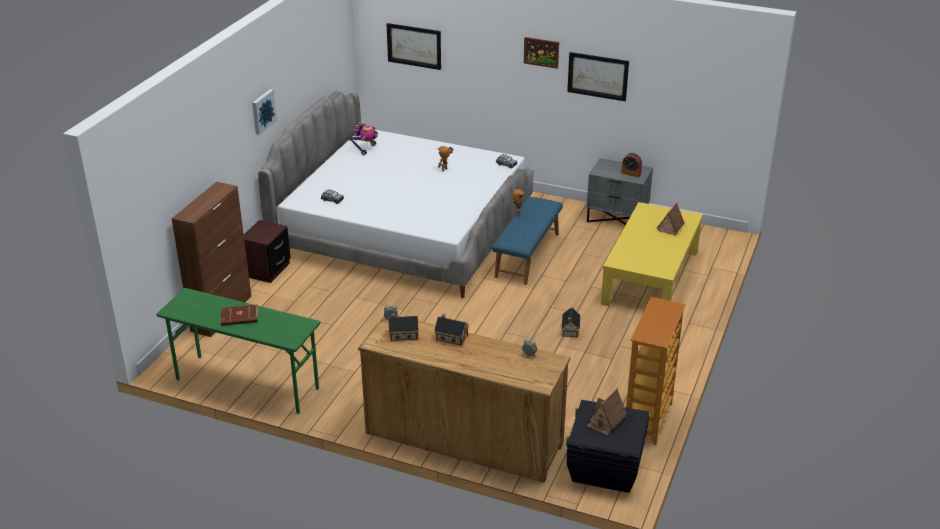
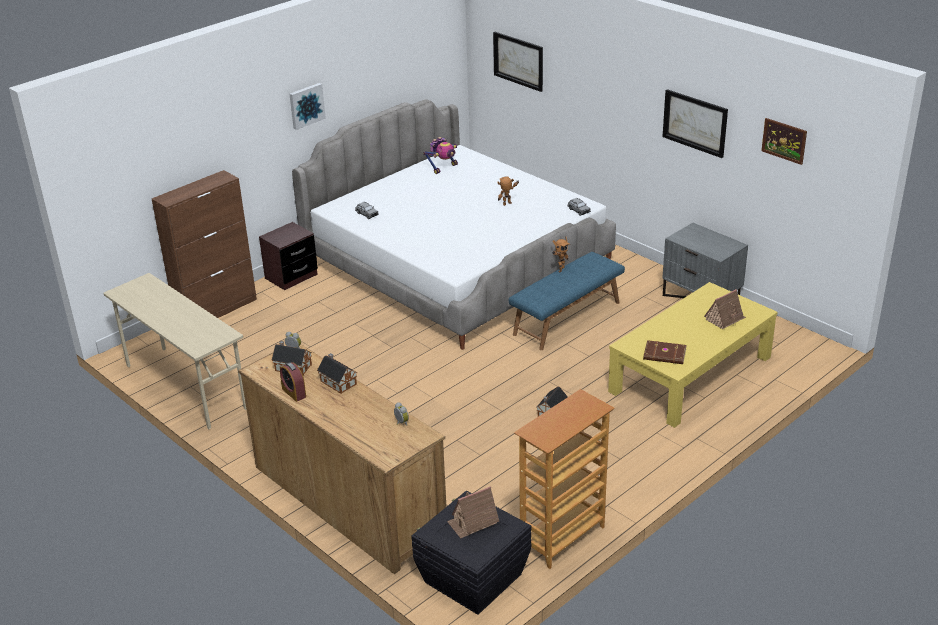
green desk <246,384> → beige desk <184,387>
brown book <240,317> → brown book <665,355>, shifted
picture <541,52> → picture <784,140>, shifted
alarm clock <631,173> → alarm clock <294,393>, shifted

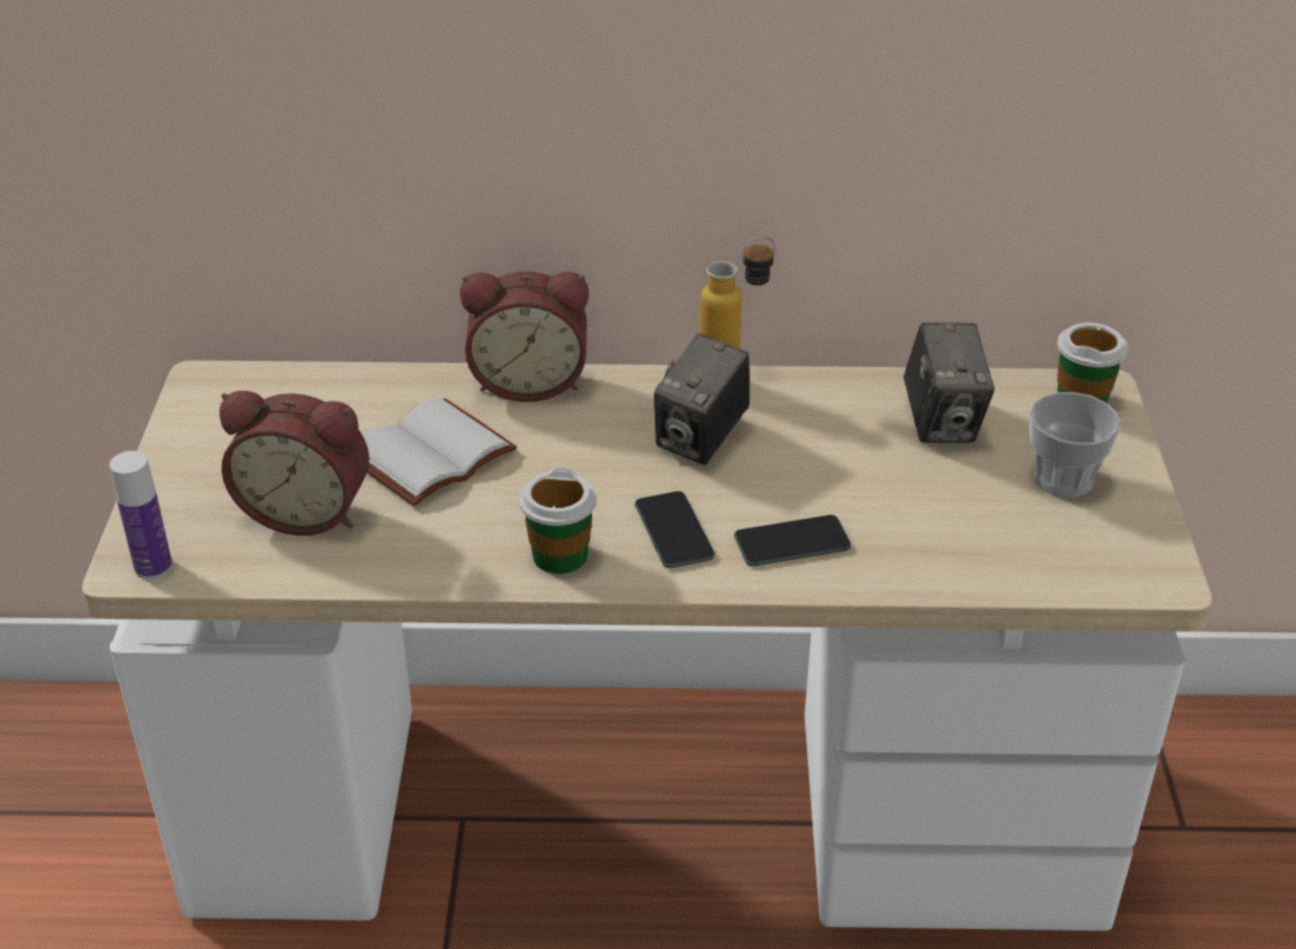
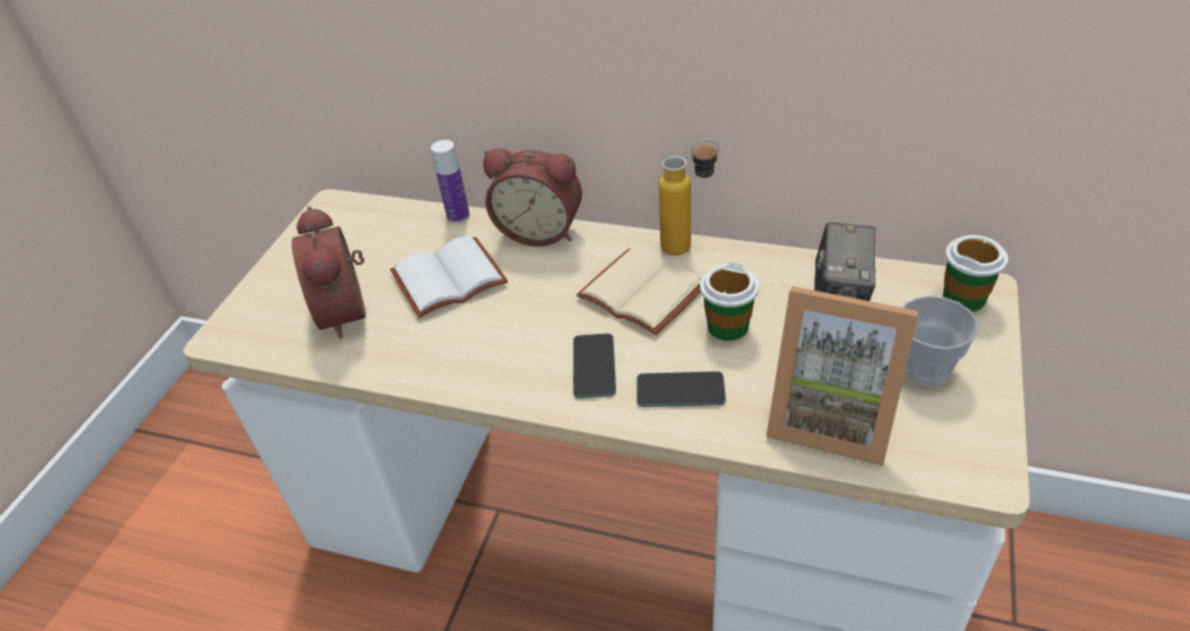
bottle <153,567> → bottle <458,216>, shifted
alarm clock <307,510> → alarm clock <349,311>, 45 degrees clockwise
cup <560,556> → cup <727,326>, shifted
photo camera <701,439> → beige book <645,292>
- → picture frame <831,417>

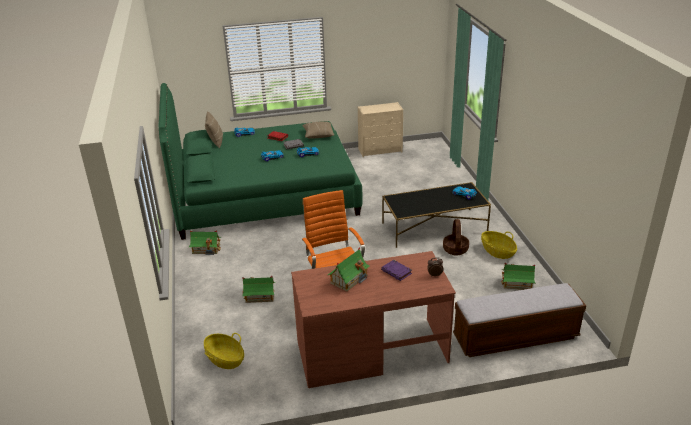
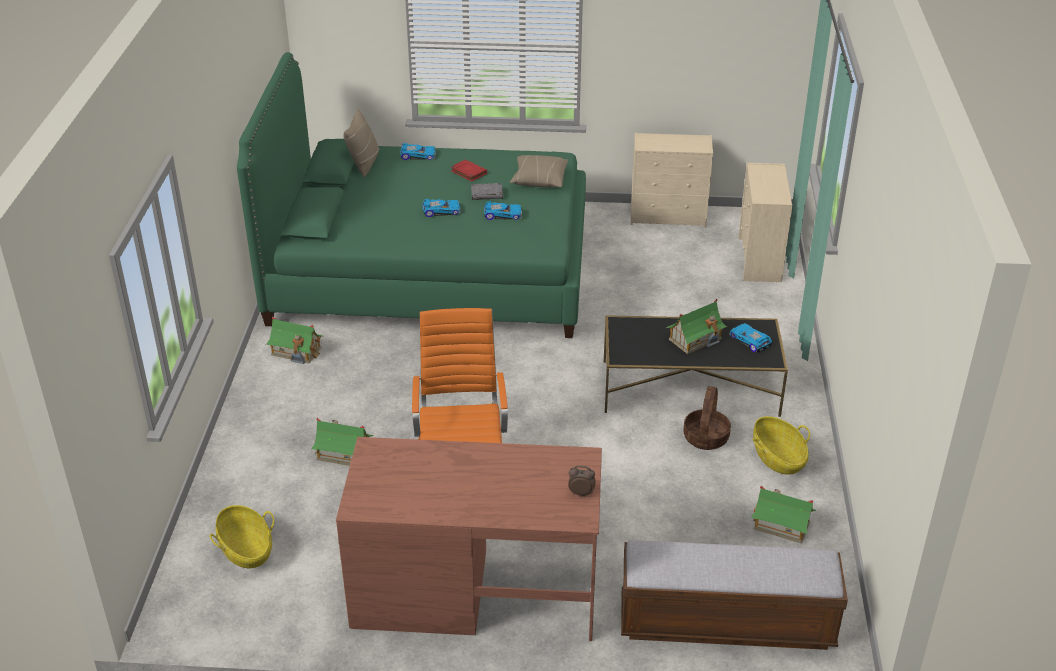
toy house <349,279> → toy house <695,339>, shifted
purple book <397,272> → -
- → beige dresser <759,260>

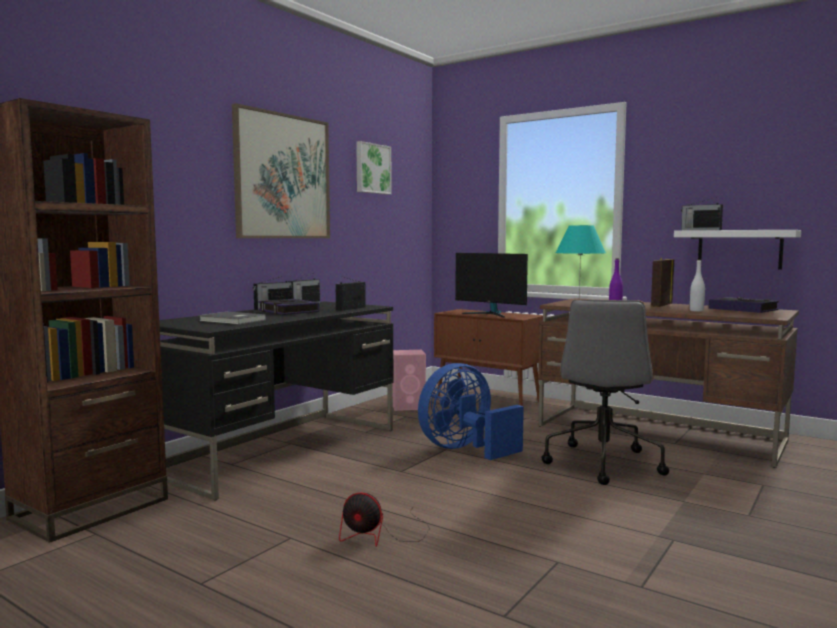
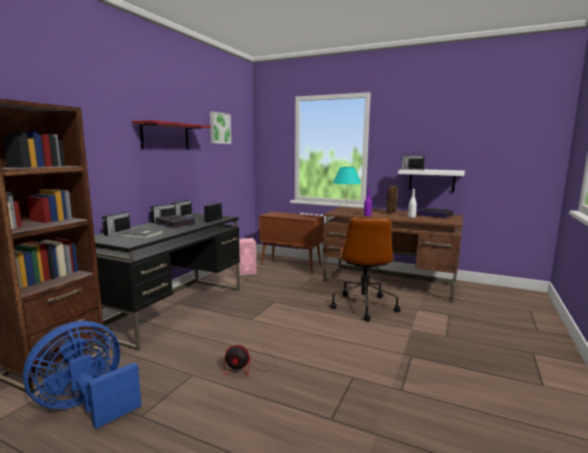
picture <283,177> → red shelf <165,136>
blue fan <465,449> → blue fan <87,405>, shifted
monitor <490,314> → -
grey office chair <602,463> → brown office chair <363,306>
- → radio <117,233>

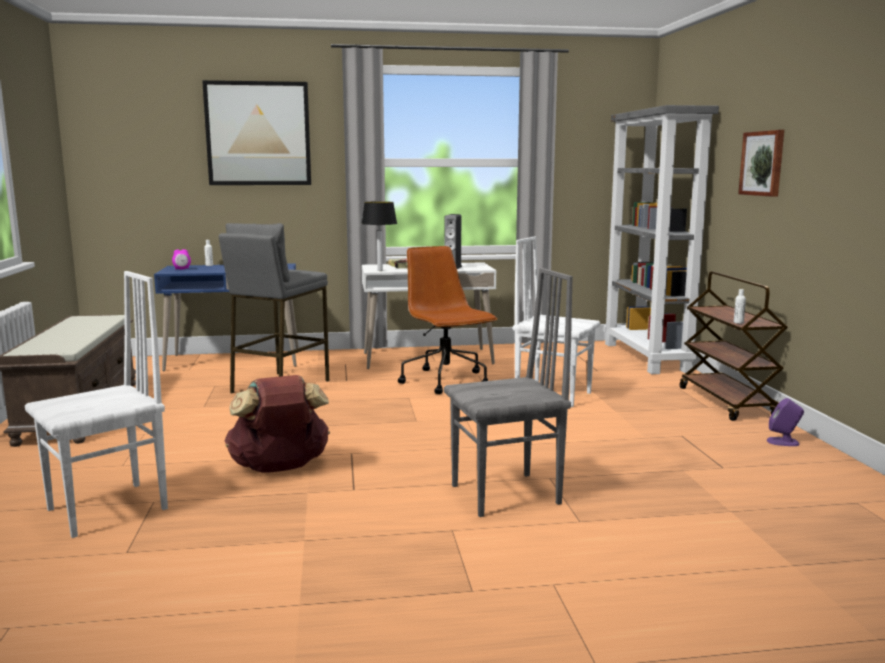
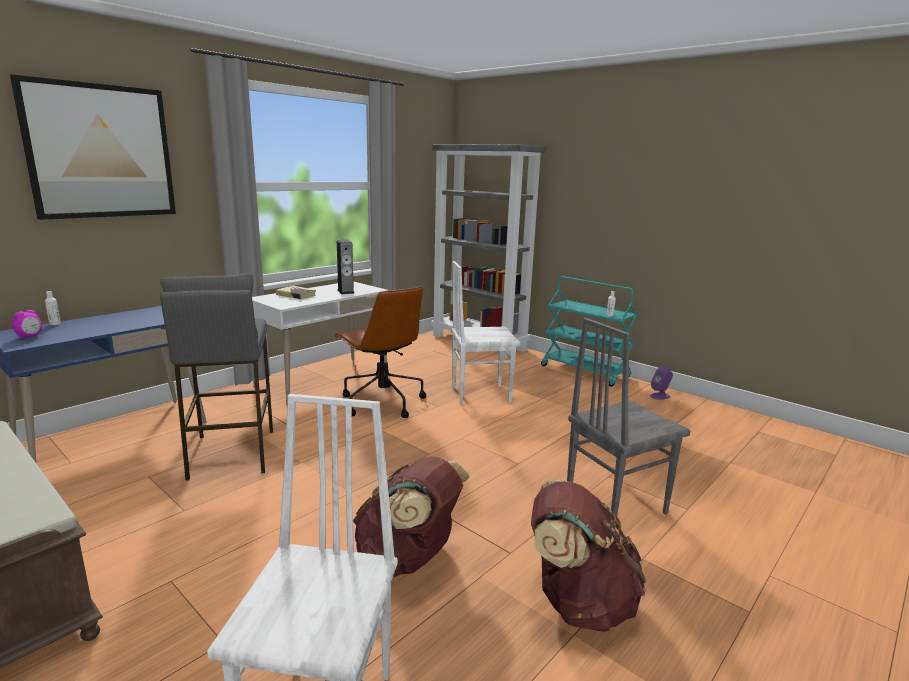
table lamp <379,270> → -
brown office chair <446,381> → brown office chair <381,402>, 150 degrees counterclockwise
grey chair <507,495> → grey chair <613,505>, 150 degrees counterclockwise
brown cart <727,403> → turquoise cart <585,372>
picture <763,163> → -
- → brown backpack <578,602>

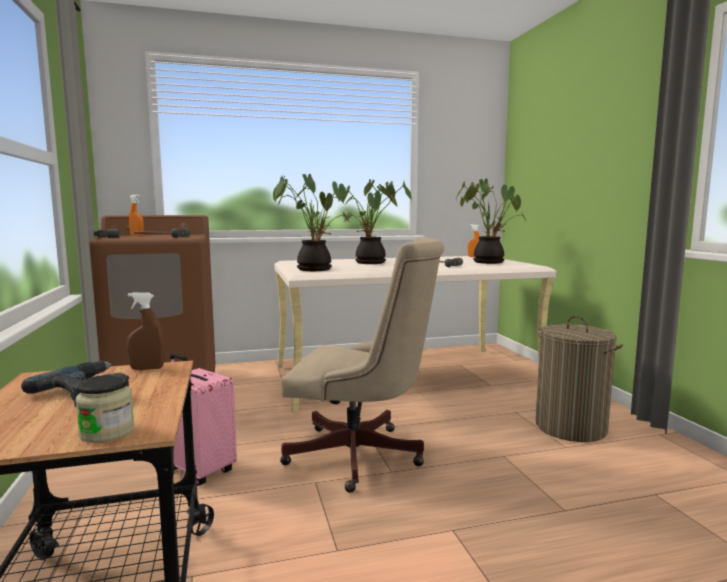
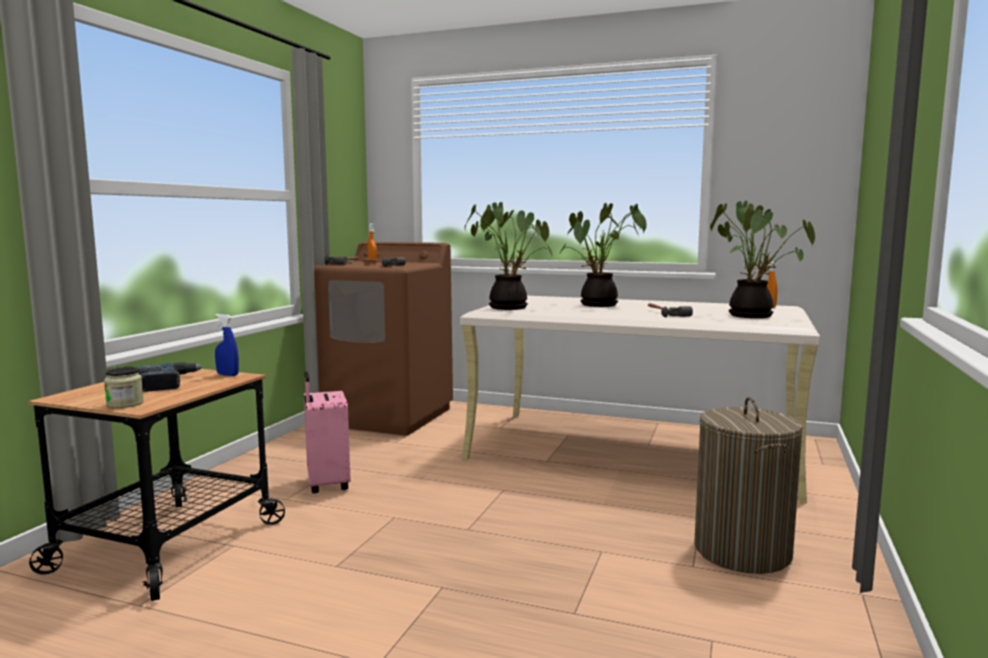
brown spray bottle <147,368> → blue spray bottle <227,375>
beige office chair <362,457> → -

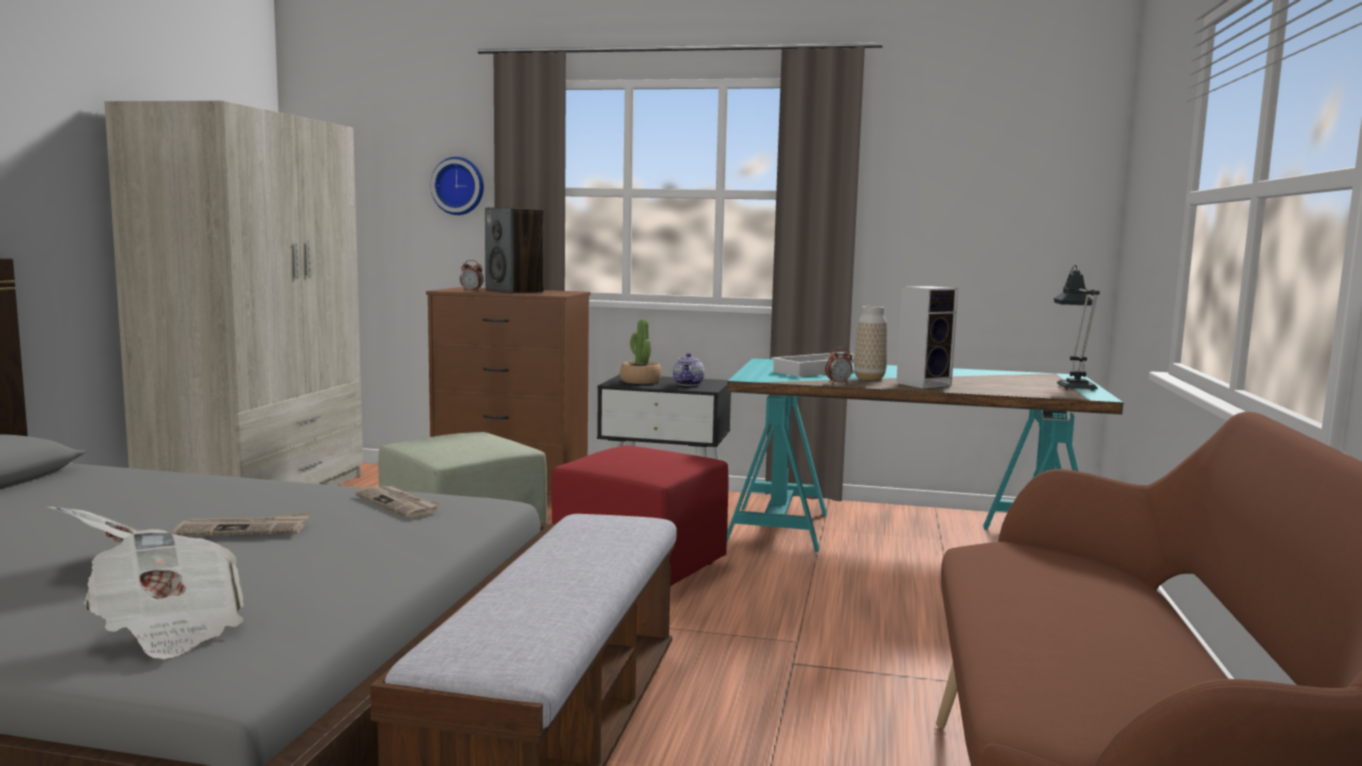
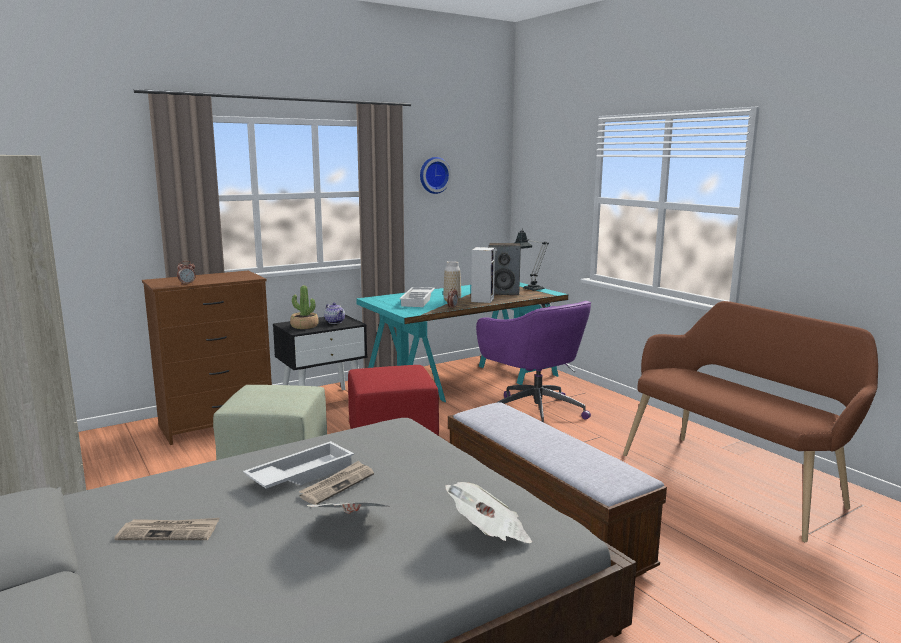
newspaper <399,504> → newspaper <169,532>, shifted
wall clock <459,186> → wall clock <433,175>, shifted
speaker <515,291> → speaker <504,292>, shifted
- → white tray <300,474>
- → purple office chair <534,411>

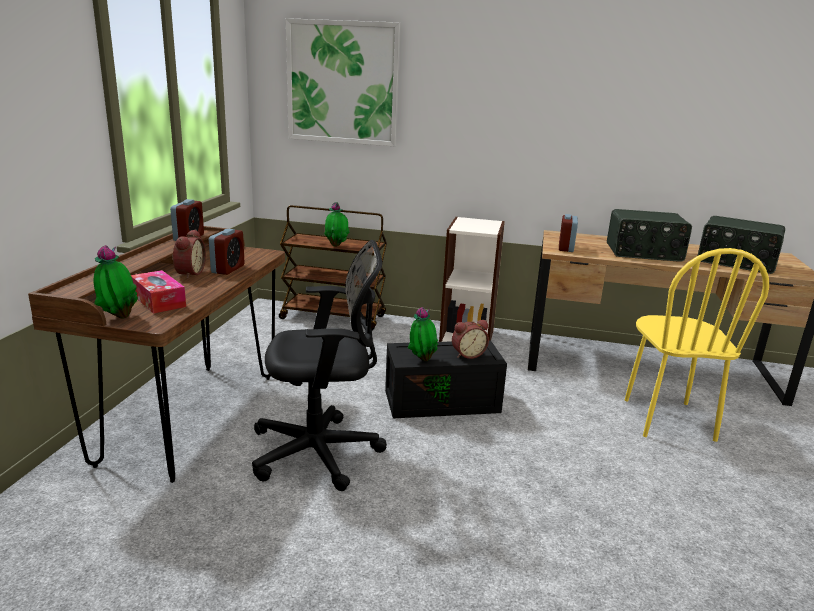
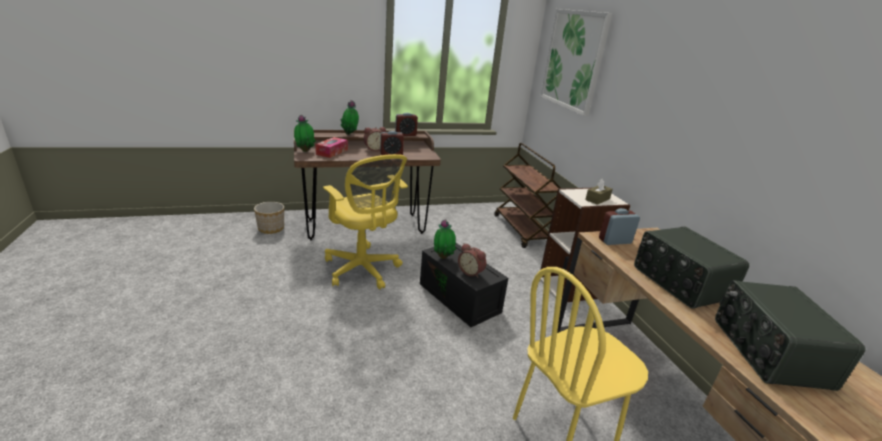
black office chair <322,453> → yellow office chair <363,270>
potted plant <336,245> → potted plant <350,134>, shifted
- → planter <271,228>
- → brown tissue box <597,199>

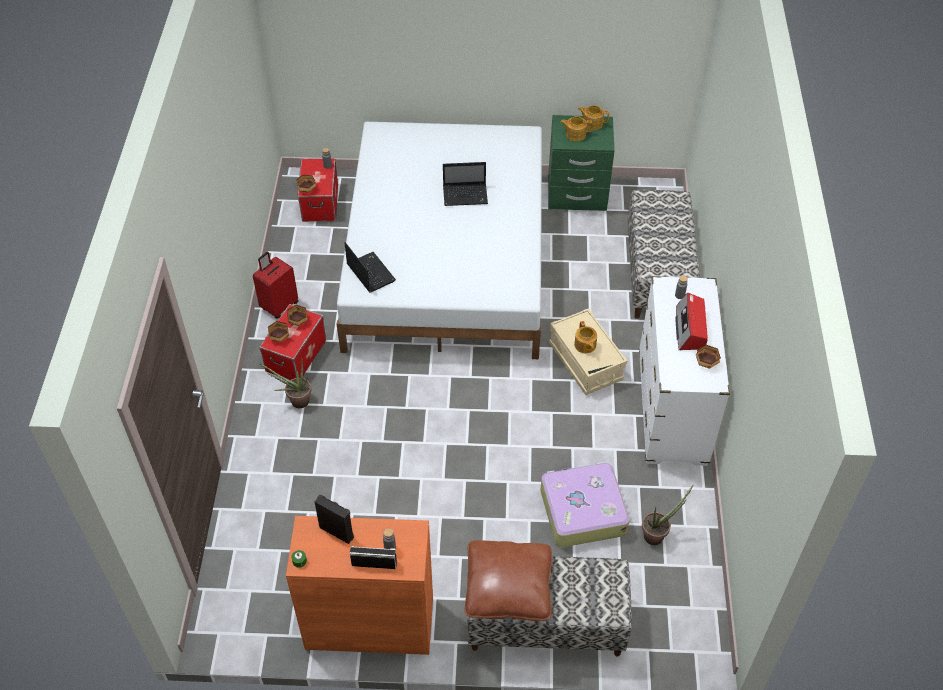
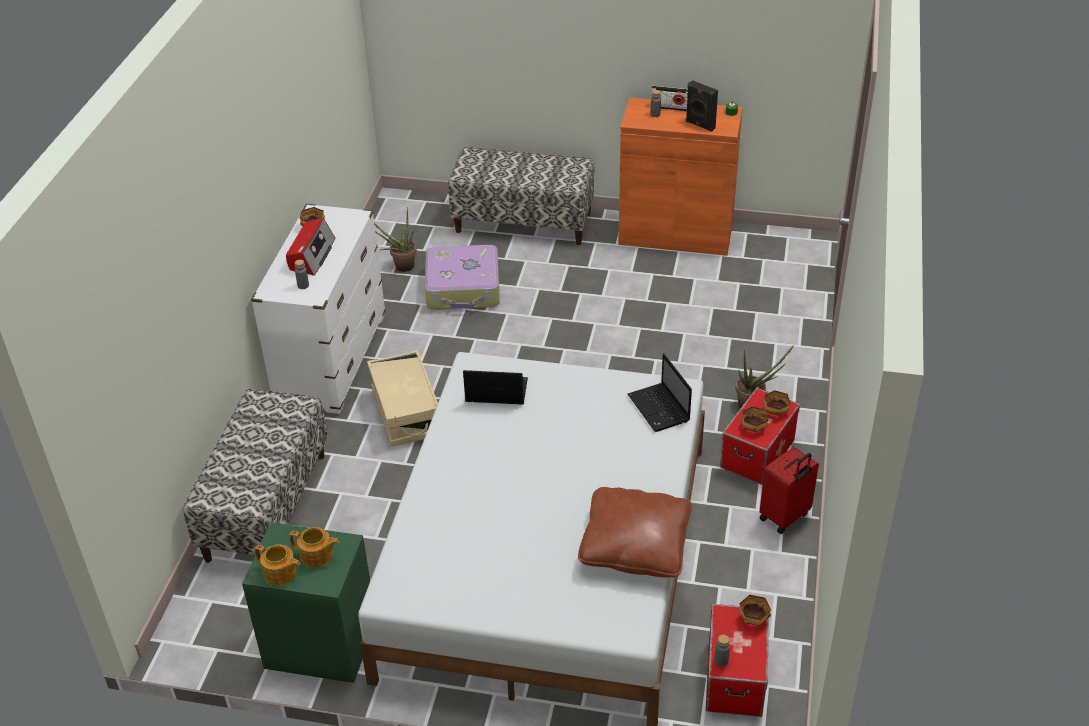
laptop <466,195> → laptop <495,392>, shifted
brown pillow <508,588> → brown pillow <635,545>, shifted
teapot <585,345> → -

